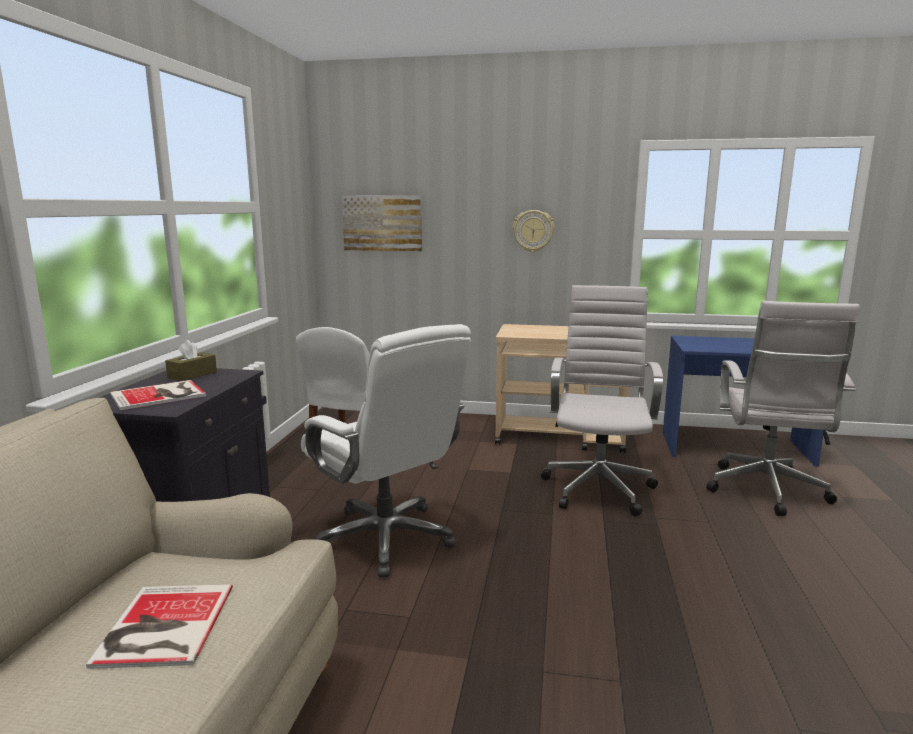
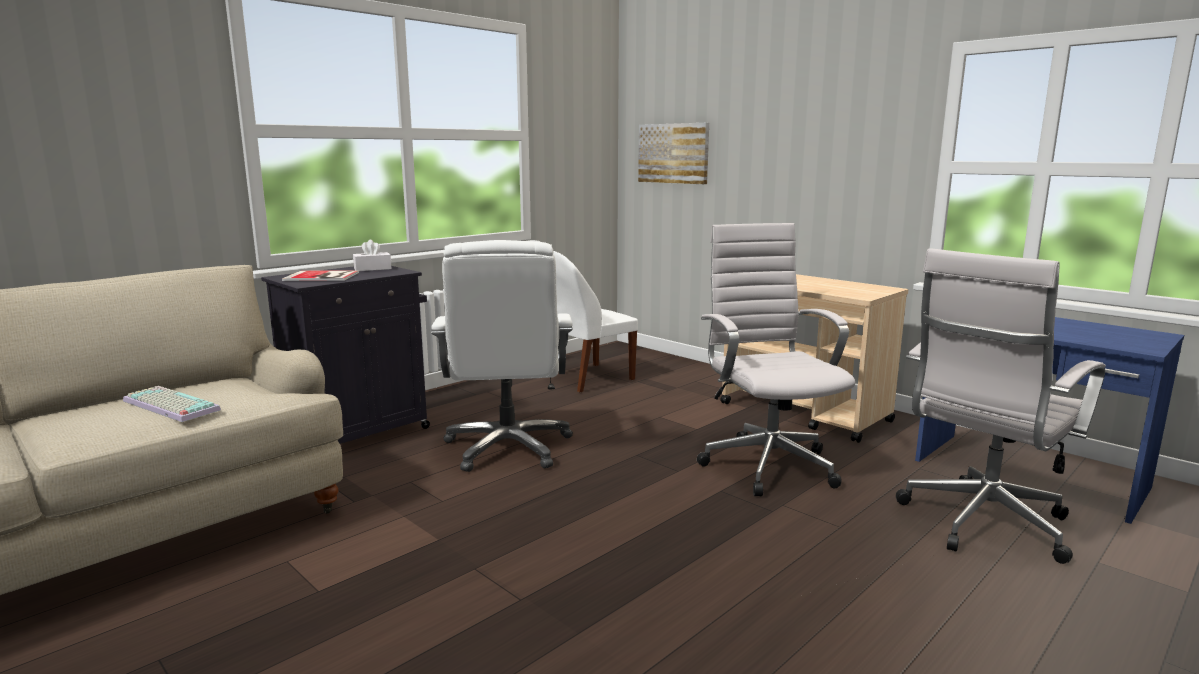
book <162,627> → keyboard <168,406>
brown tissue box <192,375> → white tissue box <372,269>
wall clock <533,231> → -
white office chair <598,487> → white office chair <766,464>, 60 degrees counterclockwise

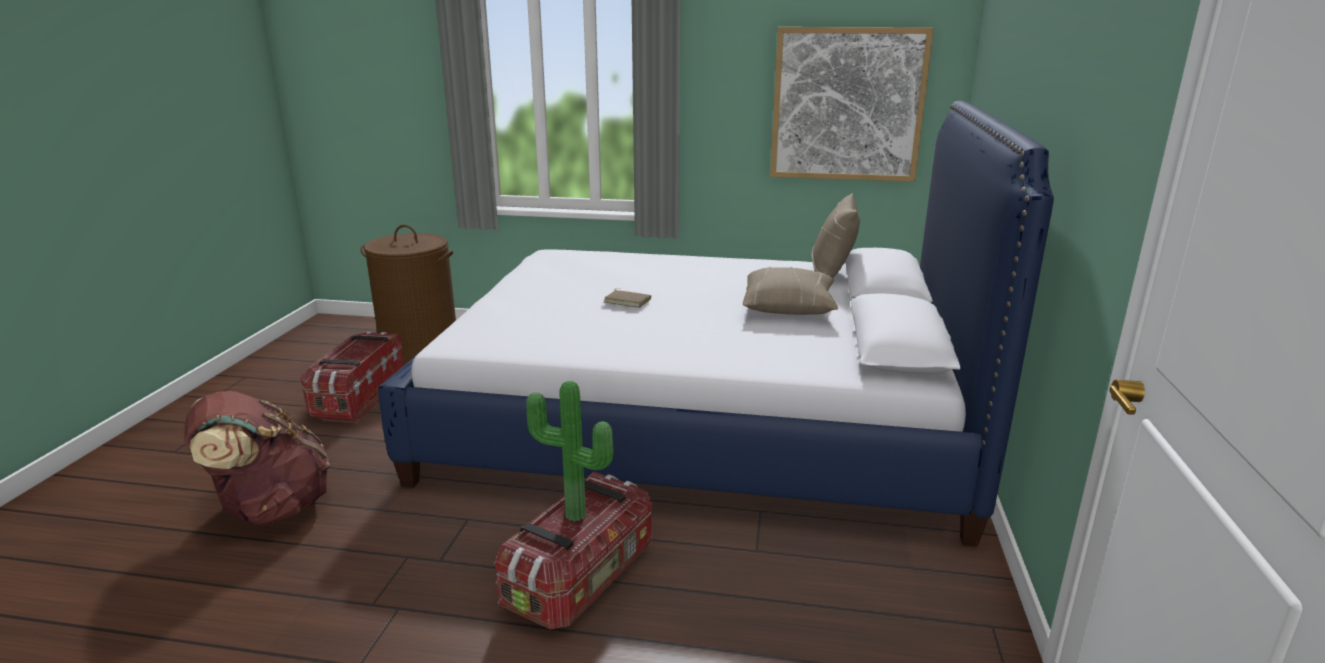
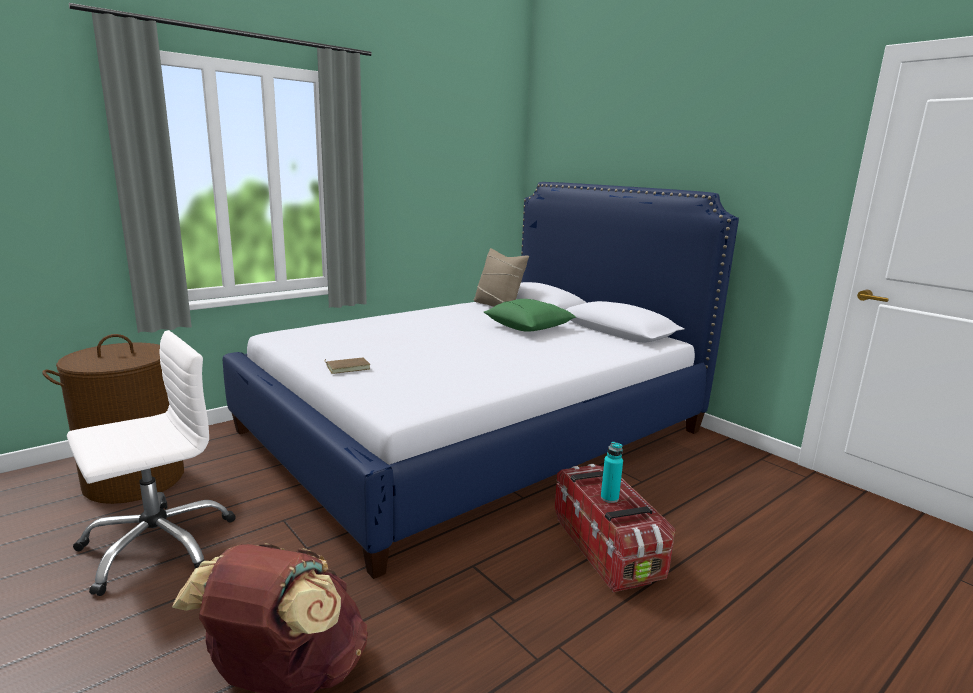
storage box <358,398> → white office chair <157,545>
potted plant <574,517> → turquoise bottle <609,498>
brown book <628,301> → brown book <348,367>, shifted
beige pillow <789,308> → green pillow <529,327>
picture <847,105> → -

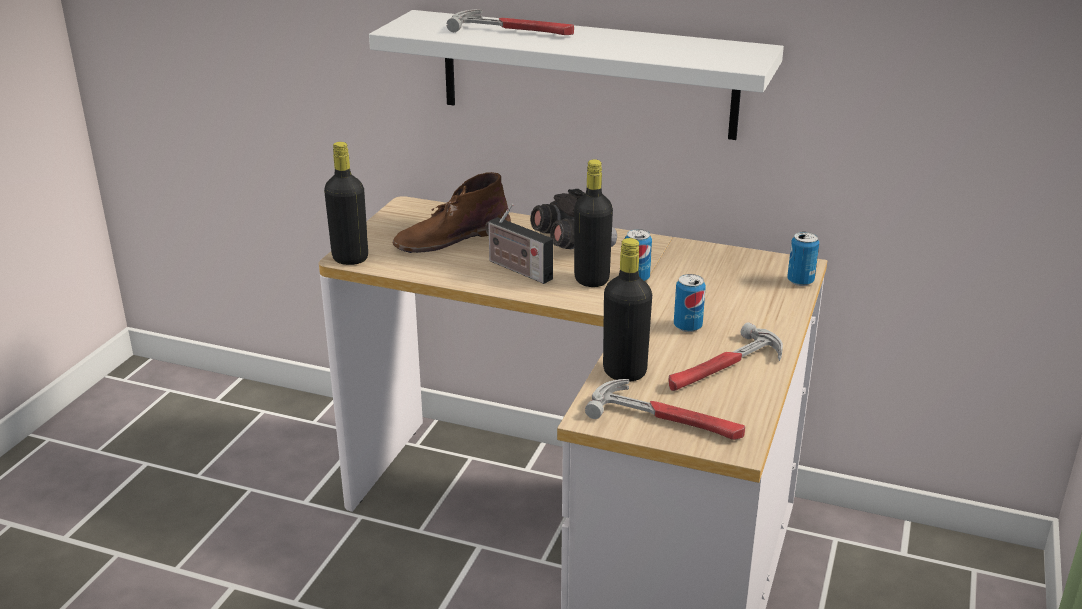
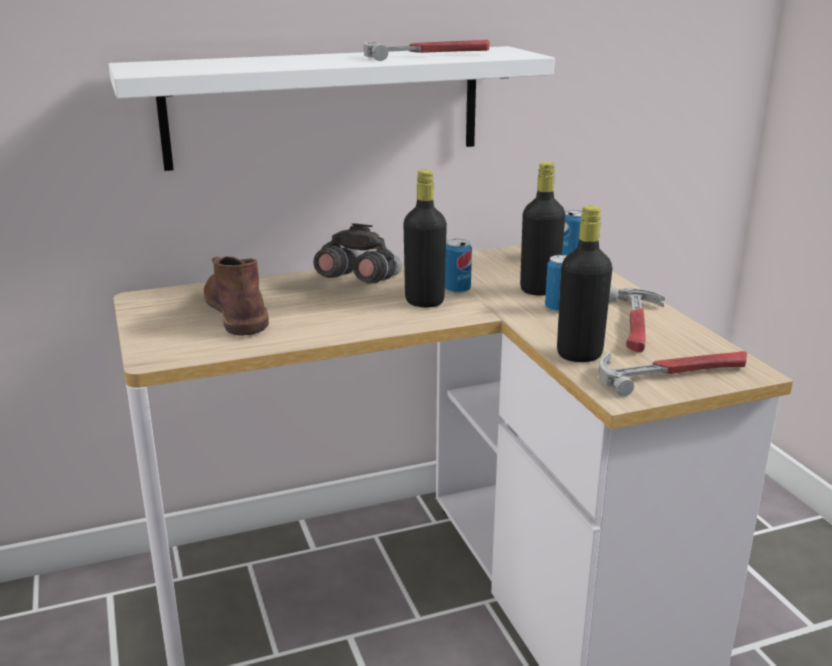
black bottle <350,258> → black bottle <539,290>, shifted
brown boot <451,237> → brown boot <236,309>, 135 degrees clockwise
hammer <513,31> → hammer <428,55>, shifted
radio <516,269> → -

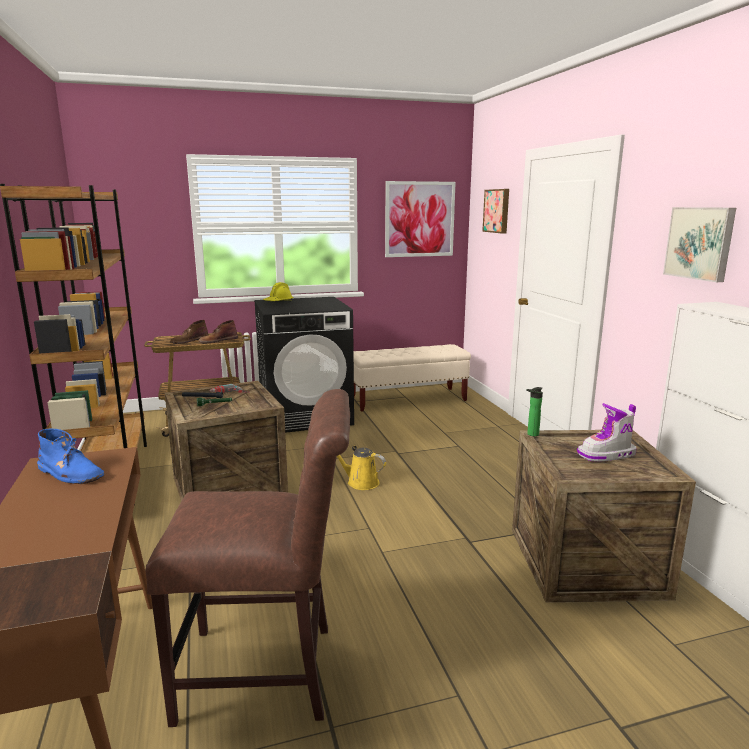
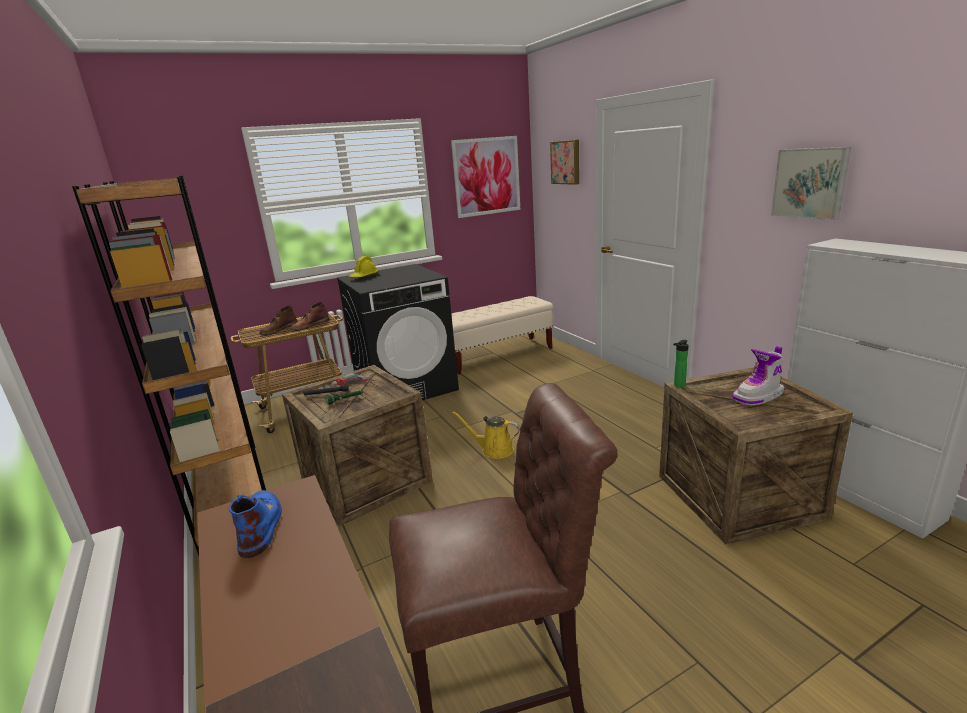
blue boot <70,473> → blue boot <260,525>, 120 degrees counterclockwise

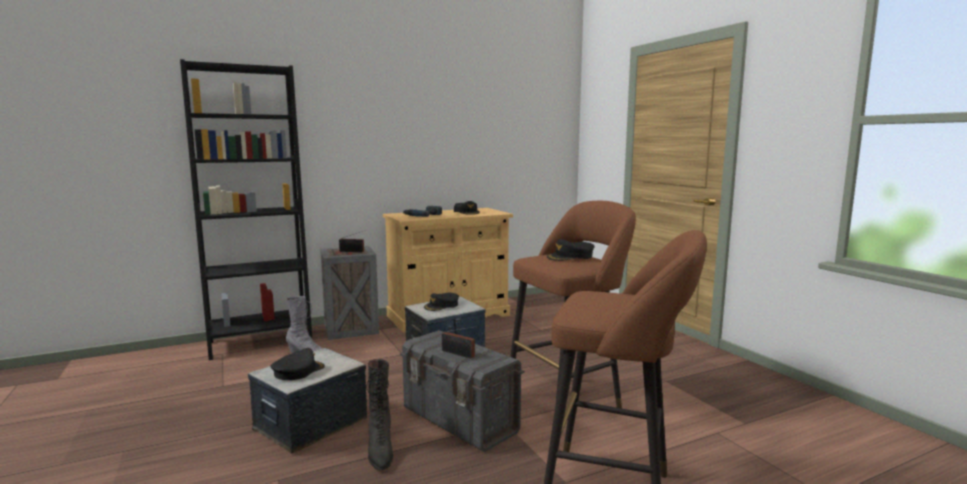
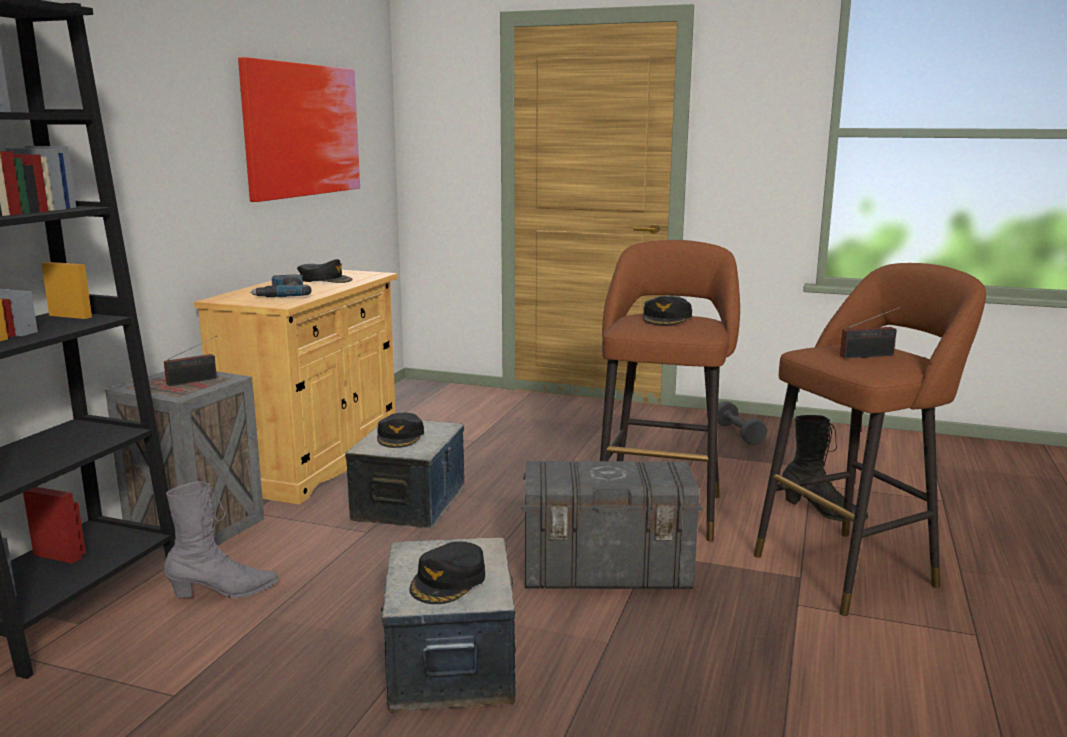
black cap <298,371> → black cap <449,581>, 150 degrees counterclockwise
black boot <380,451> → black boot <822,512>, shifted
radio <459,354> → radio <870,355>, shifted
- → picture <302,130>
- → grey dumbbell <738,434>

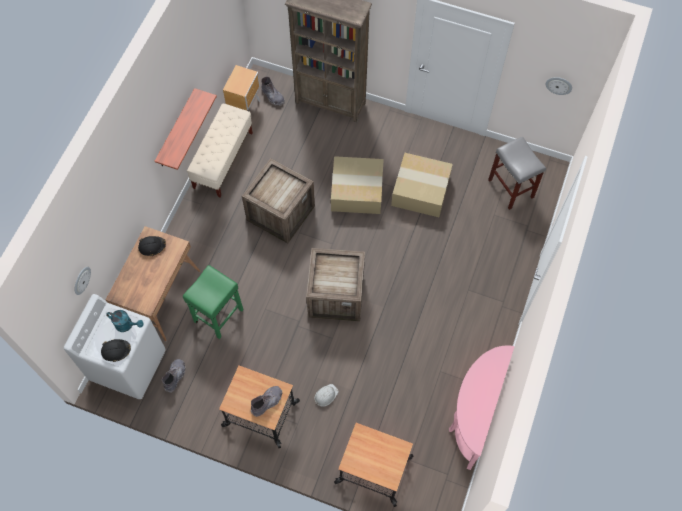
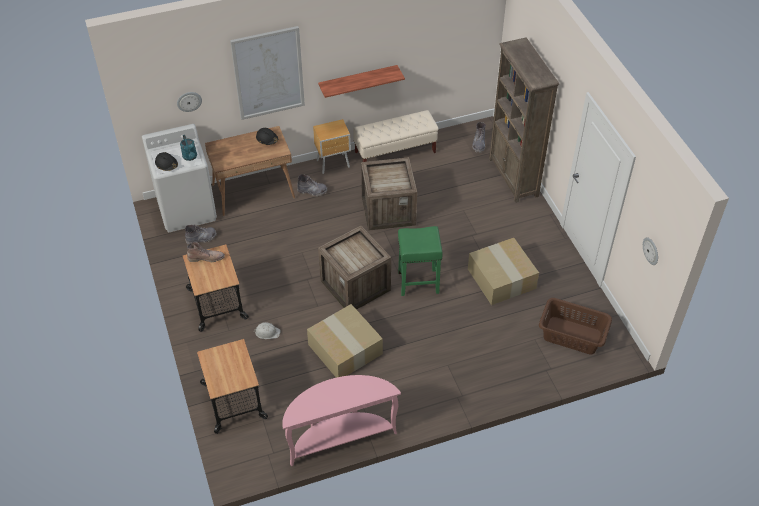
green stool <218,316> → green stool <417,282>, shifted
brown nightstand <246,108> → brown nightstand <334,164>, shifted
grey boot <267,402> → grey boot <312,191>, shifted
cardboard box <356,191> → cardboard box <344,349>, shifted
grey stool <511,189> → brown laundry basket <572,336>
- → brown boot <206,257>
- → picture <268,73>

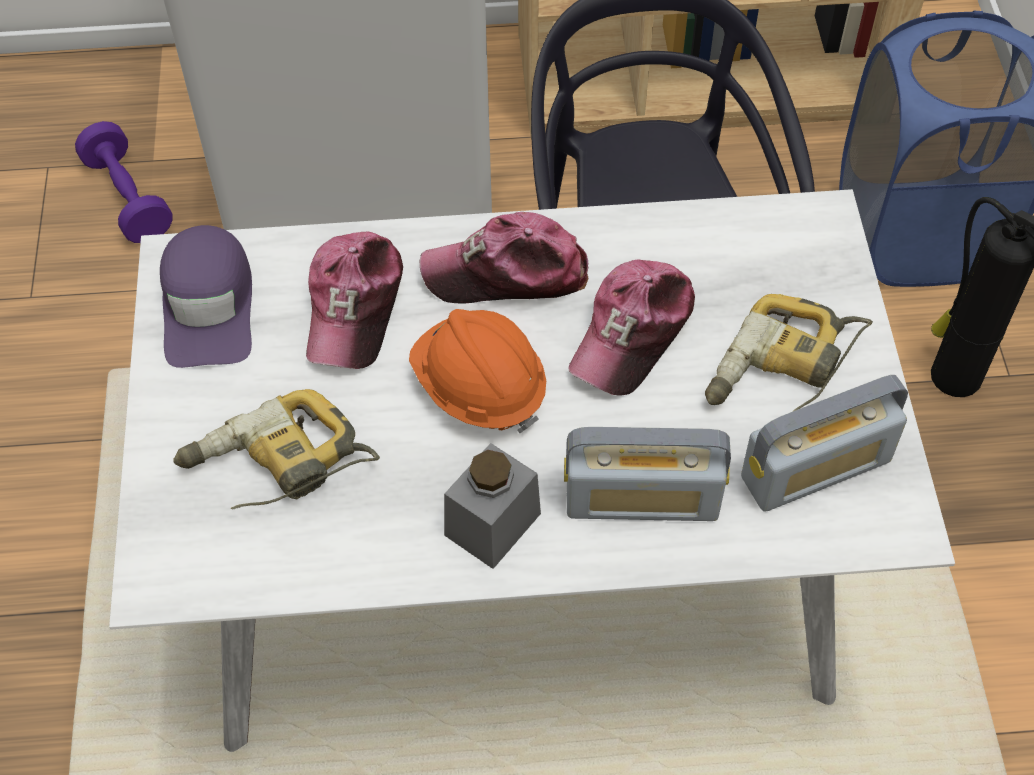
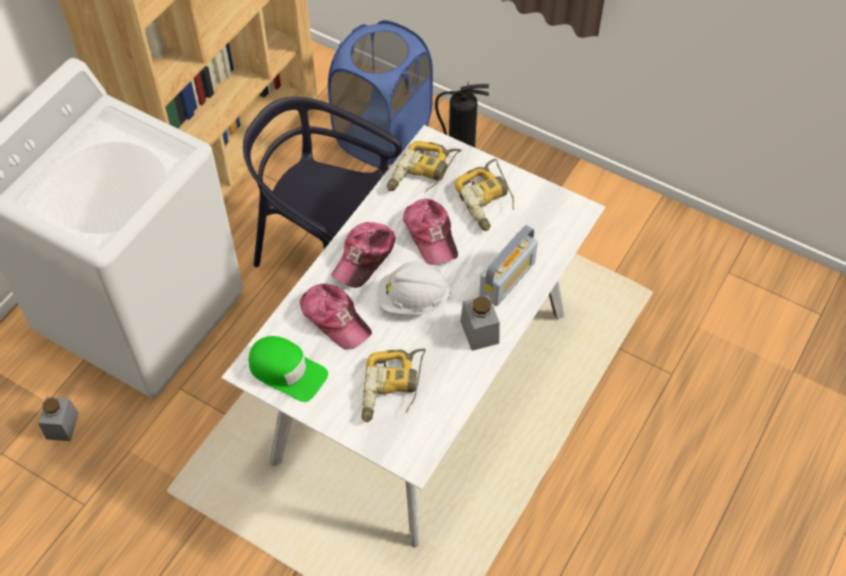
purple dumbbell <129,198> → grey jar <62,426>
purple cap <209,306> → green cap <287,371>
orange hard hat <479,388> → white hard hat <413,300>
radio <816,469> → -
- → power drill <422,174>

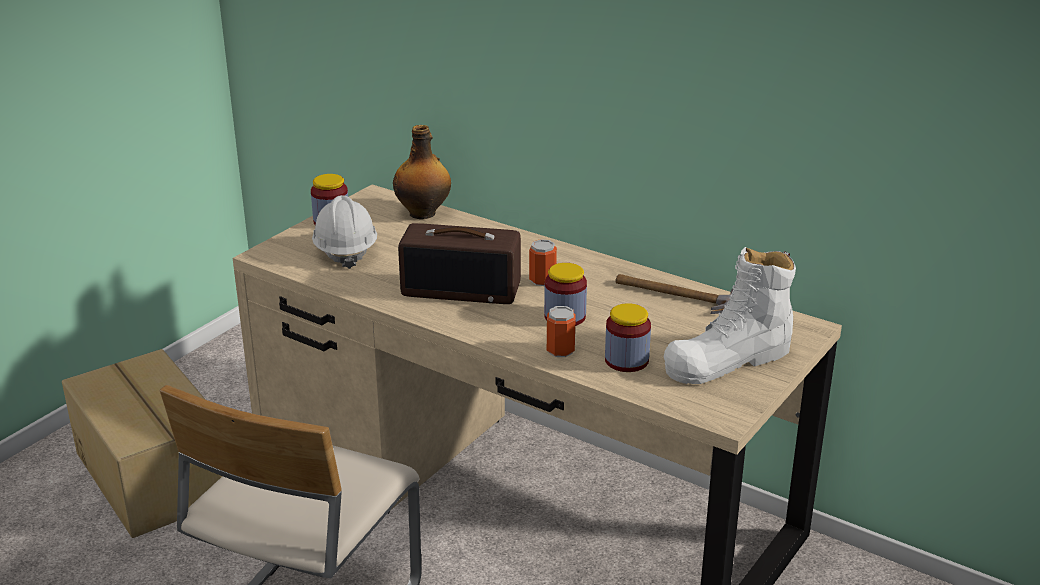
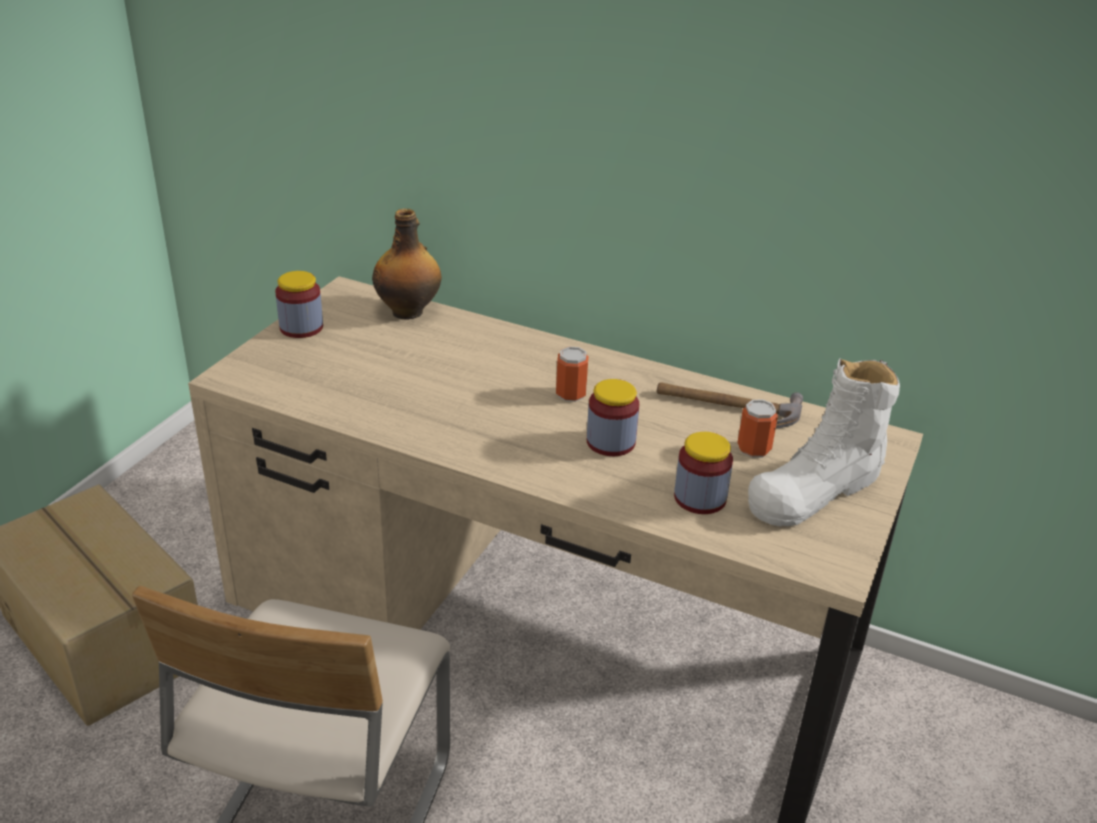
white hard hat <345,251> → -
radio <462,289> → -
can <560,350> → can <754,449>, shifted

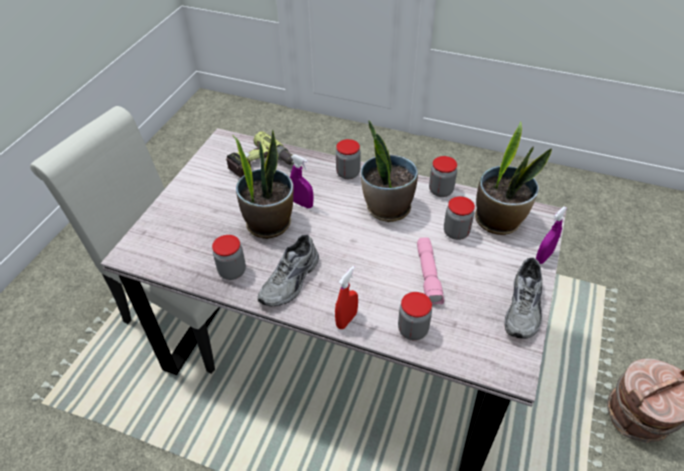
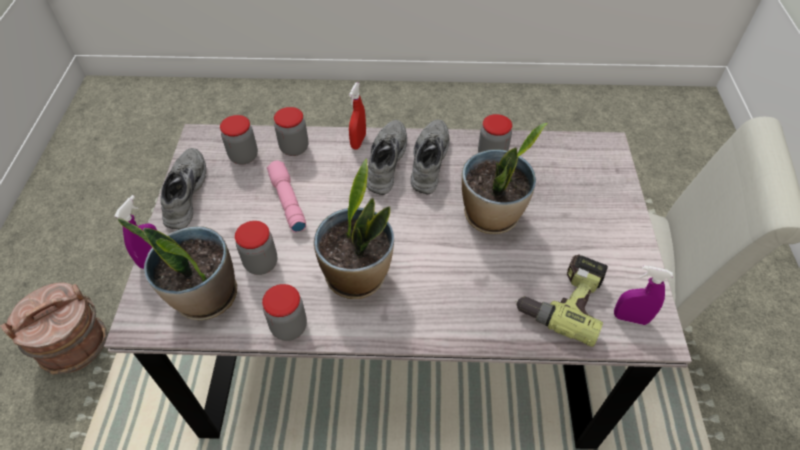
purple spray bottle <302,204> → purple spray bottle <630,318>, shifted
jar <348,173> → jar <244,156>, shifted
- → grey shoe <384,161>

